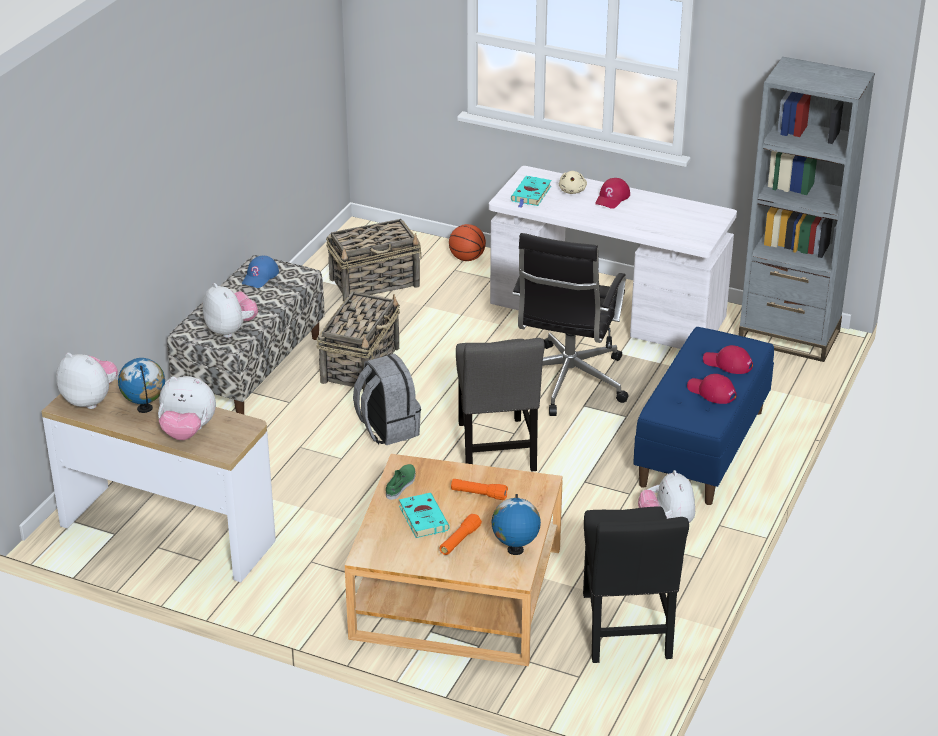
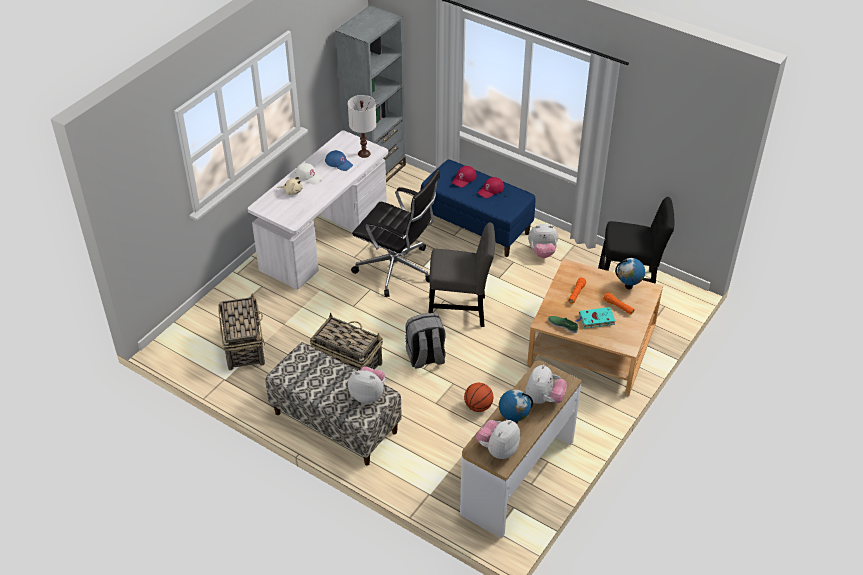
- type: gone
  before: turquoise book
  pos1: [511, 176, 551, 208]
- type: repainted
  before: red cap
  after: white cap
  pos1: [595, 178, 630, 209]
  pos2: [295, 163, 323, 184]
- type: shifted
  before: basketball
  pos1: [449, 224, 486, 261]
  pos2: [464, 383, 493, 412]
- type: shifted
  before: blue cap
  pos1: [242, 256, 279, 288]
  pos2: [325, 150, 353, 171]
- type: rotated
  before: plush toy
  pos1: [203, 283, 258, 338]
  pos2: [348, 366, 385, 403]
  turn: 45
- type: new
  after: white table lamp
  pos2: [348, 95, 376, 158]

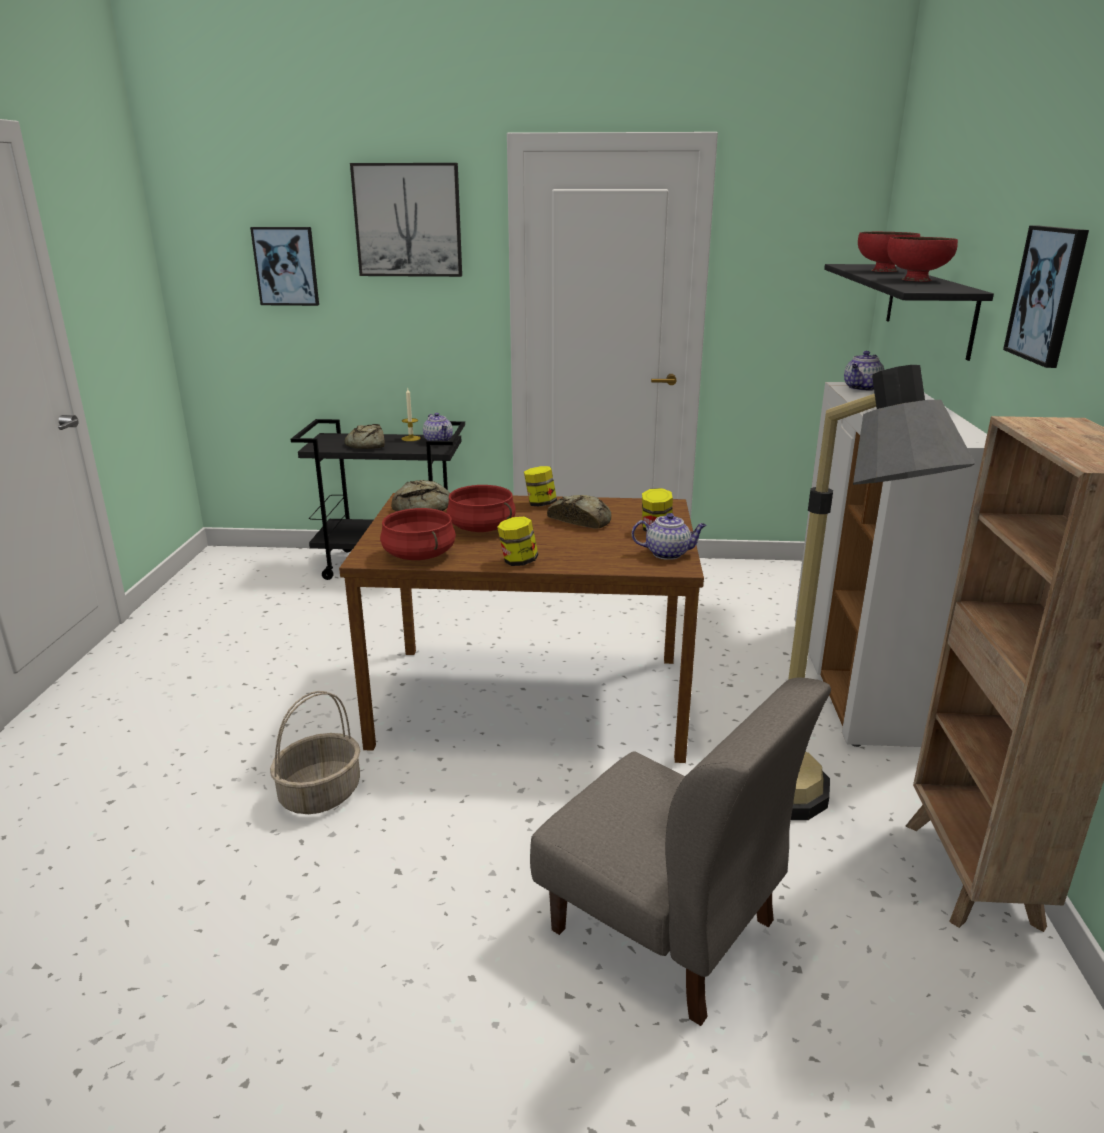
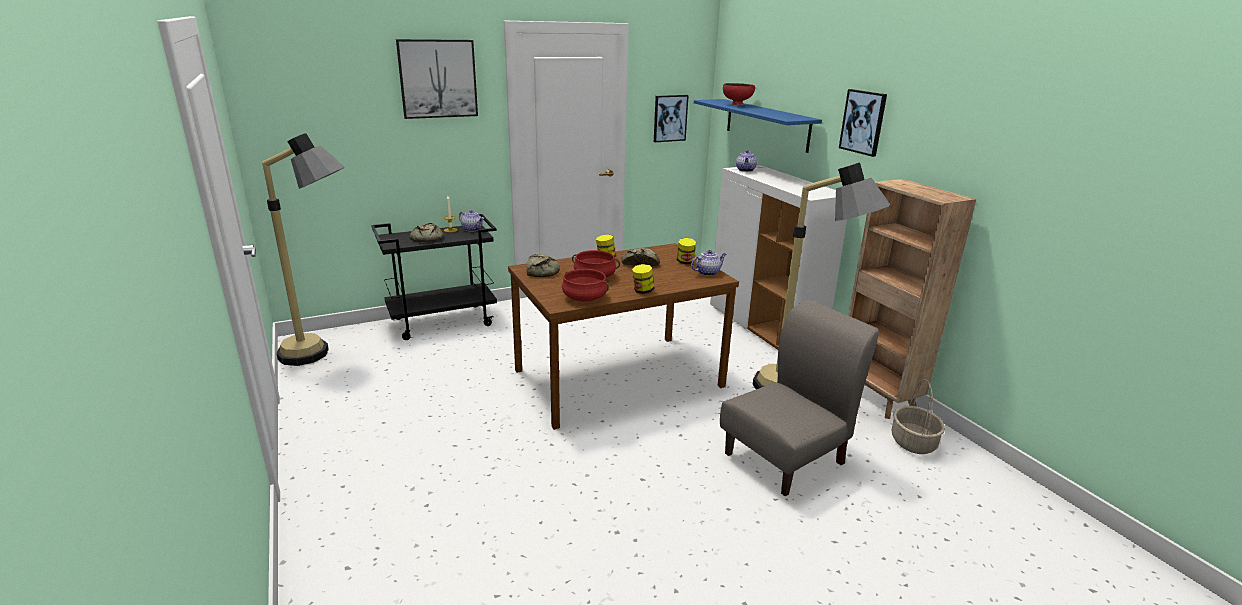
- type: shifted
  before: picture
  pos1: [250, 227, 319, 306]
  pos2: [654, 95, 689, 142]
- type: gone
  before: red bowl
  pos1: [887, 237, 958, 281]
- type: repainted
  before: black shelf
  after: blue shelf
  pos1: [824, 264, 994, 361]
  pos2: [694, 99, 822, 153]
- type: rotated
  before: grey chair
  pos1: [530, 677, 831, 1026]
  pos2: [720, 300, 879, 497]
  turn: -45
- type: shifted
  before: basket
  pos1: [270, 691, 360, 814]
  pos2: [892, 379, 945, 454]
- type: new
  after: floor lamp
  pos2: [262, 133, 345, 366]

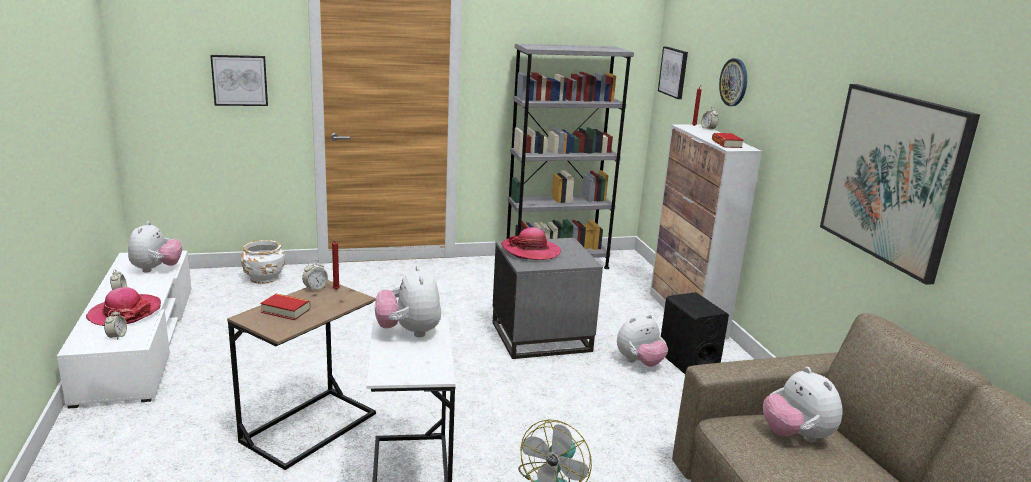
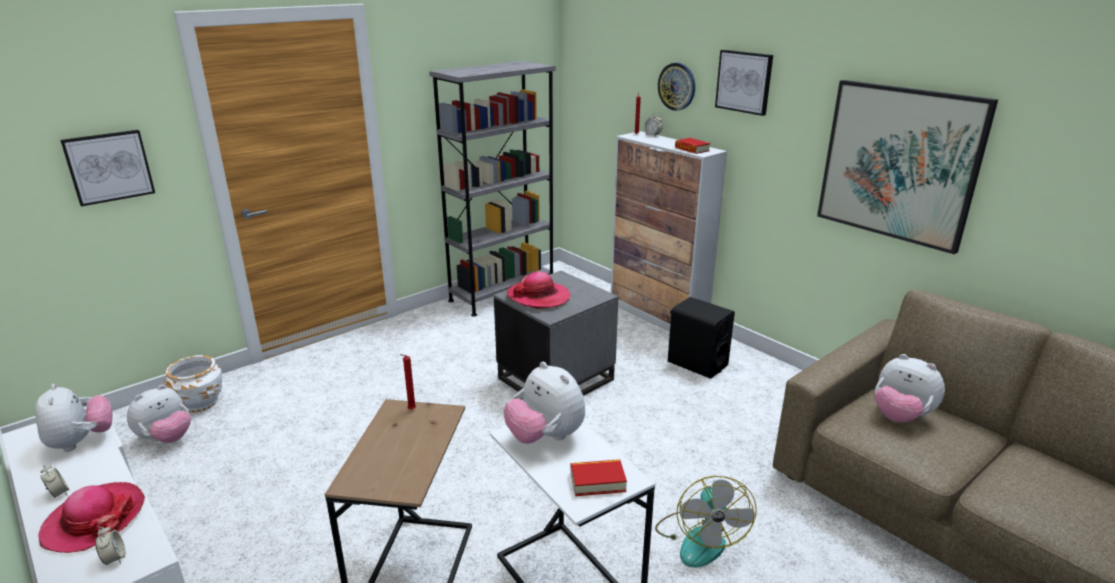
- type: shifted
  before: picture
  pos1: [658, 46, 688, 99]
  pos2: [715, 50, 773, 116]
- type: gone
  before: alarm clock
  pos1: [302, 260, 328, 291]
- type: shifted
  before: book
  pos1: [260, 294, 310, 320]
  pos2: [571, 459, 627, 496]
- type: shifted
  before: plush toy
  pos1: [617, 314, 668, 367]
  pos2: [127, 384, 191, 443]

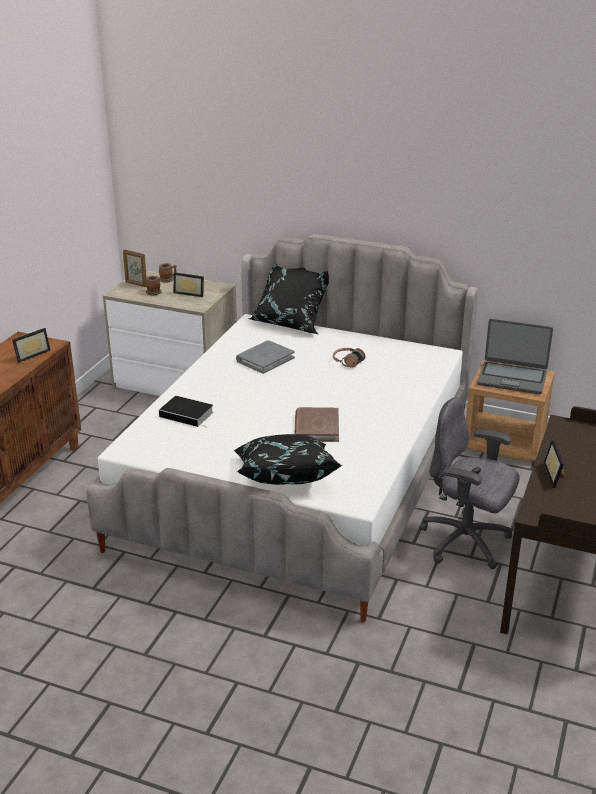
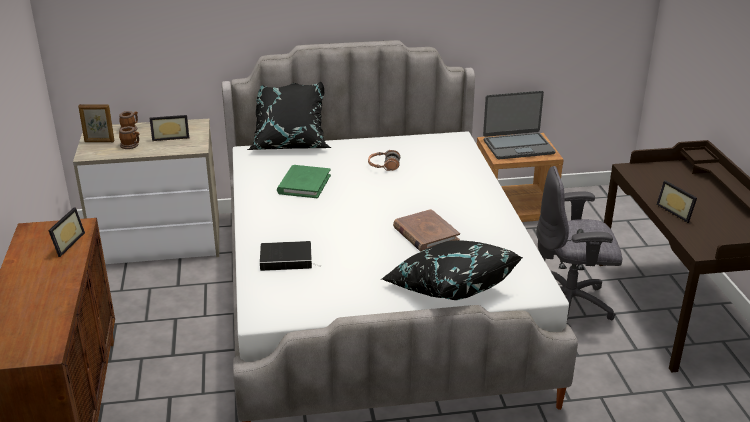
- type: repainted
  before: grey book
  after: green book
  pos1: [236, 341, 295, 374]
  pos2: [277, 165, 331, 198]

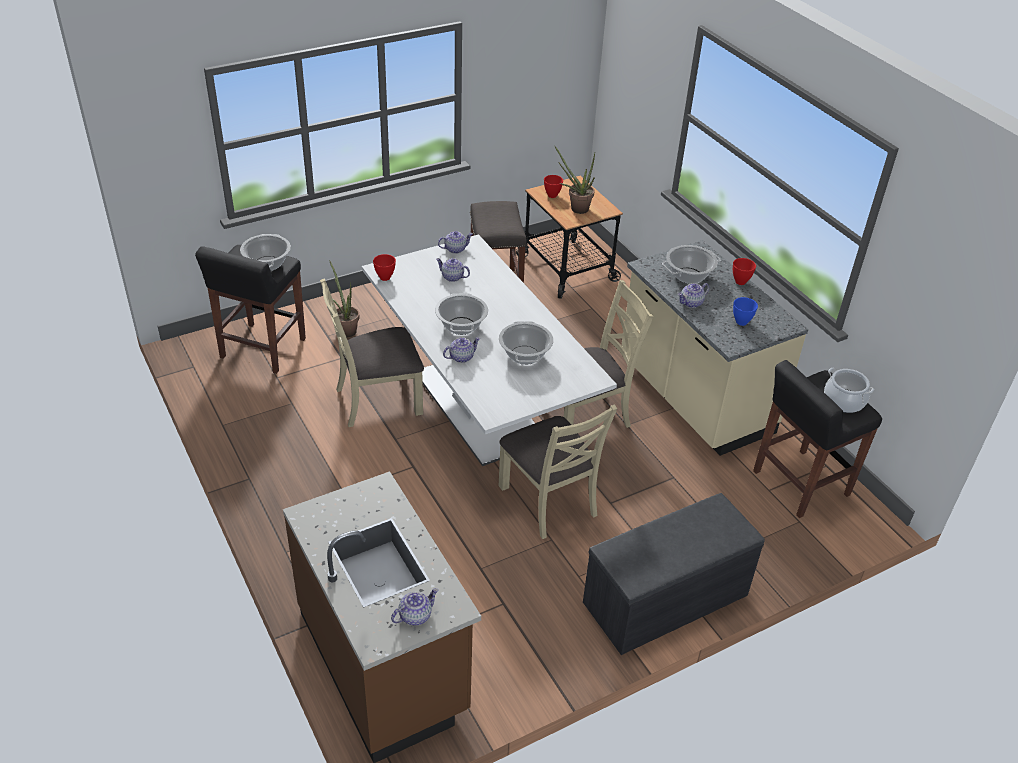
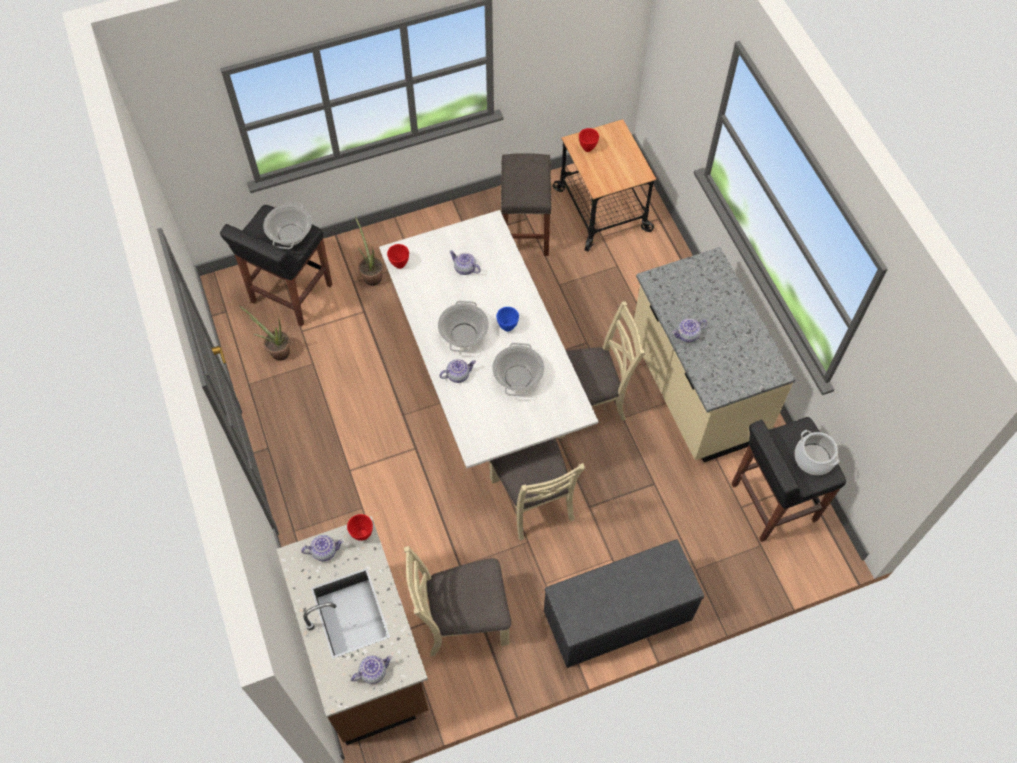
- type: shifted
  before: potted plant
  pos1: [554, 145, 595, 214]
  pos2: [239, 306, 291, 361]
- type: shifted
  before: teapot
  pos1: [438, 231, 473, 254]
  pos2: [301, 535, 344, 561]
- type: gone
  before: cooking pot
  pos1: [662, 245, 721, 284]
- type: shifted
  before: red bowl
  pos1: [733, 258, 756, 285]
  pos2: [347, 514, 373, 541]
- type: shifted
  before: beige chair
  pos1: [320, 278, 424, 427]
  pos2: [404, 546, 511, 656]
- type: shifted
  before: blue bowl
  pos1: [733, 297, 758, 326]
  pos2: [496, 307, 519, 332]

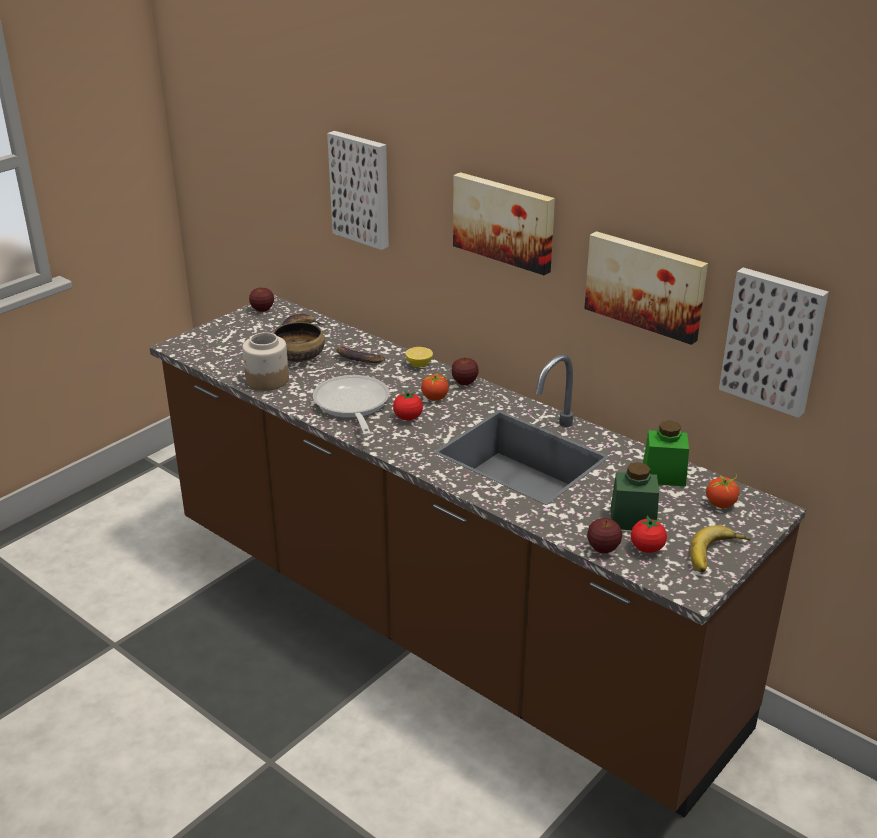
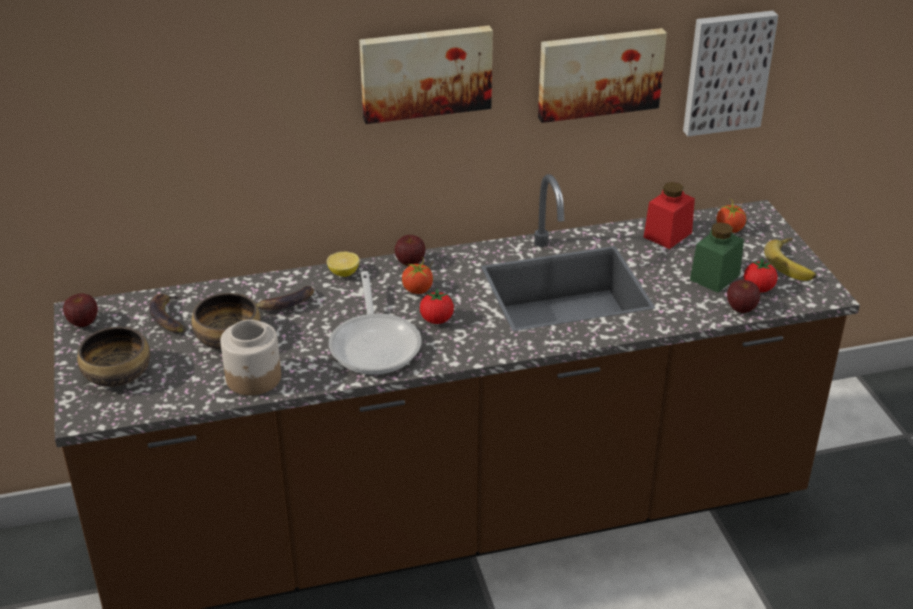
- type: gone
  before: picture
  pos1: [327, 131, 389, 250]
- type: rotated
  before: frying pan
  pos1: [313, 375, 390, 436]
  pos2: [329, 271, 422, 375]
  turn: -120
- type: repainted
  before: green jar
  after: red jar
  pos1: [643, 420, 689, 487]
  pos2: [644, 182, 695, 249]
- type: new
  after: bowl
  pos2: [77, 327, 150, 387]

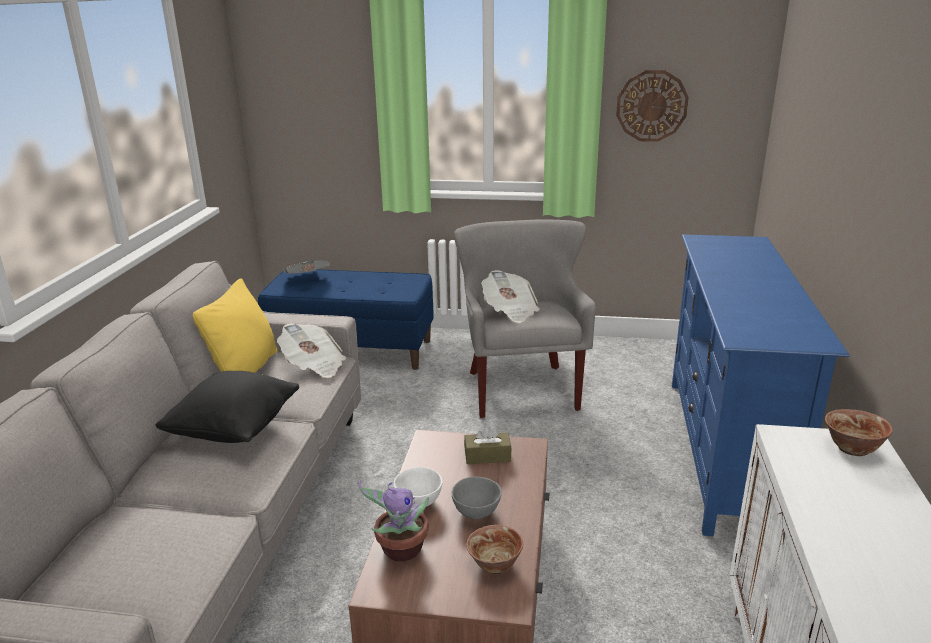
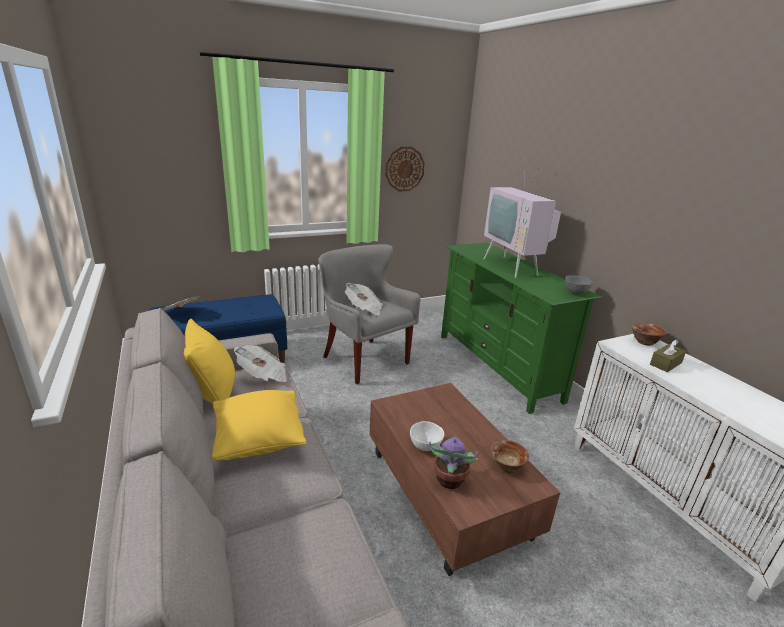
- type: repainted
  before: blue tv stand
  after: green tv stand
  pos1: [672, 234, 850, 536]
  pos2: [441, 243, 602, 414]
- type: repainted
  before: black pillow
  after: yellow pillow
  pos1: [156, 371, 299, 443]
  pos2: [212, 390, 307, 460]
- type: shifted
  before: brown tissue box
  pos1: [464, 425, 512, 464]
  pos2: [650, 340, 686, 372]
- type: shifted
  before: grey bowl
  pos1: [452, 476, 502, 519]
  pos2: [565, 275, 593, 295]
- type: new
  after: television
  pos2: [484, 158, 561, 278]

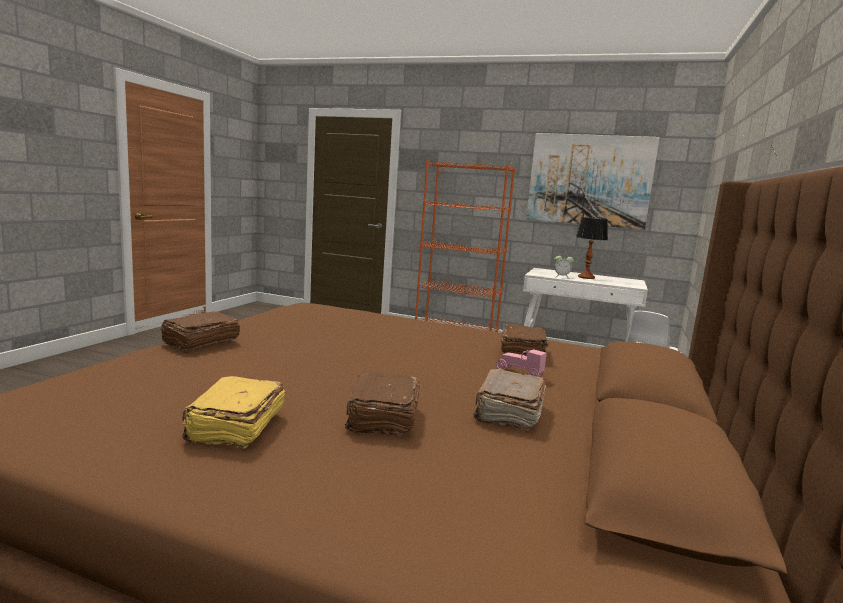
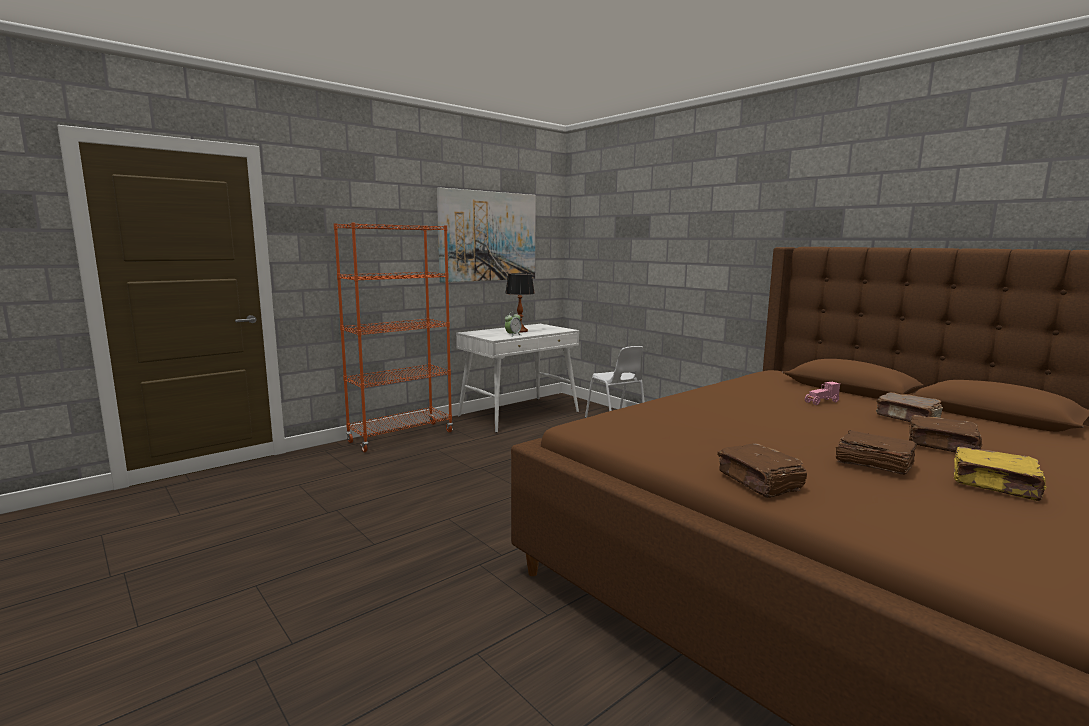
- type: shifted
  before: brown book
  pos1: [501, 324, 549, 356]
  pos2: [835, 430, 917, 475]

